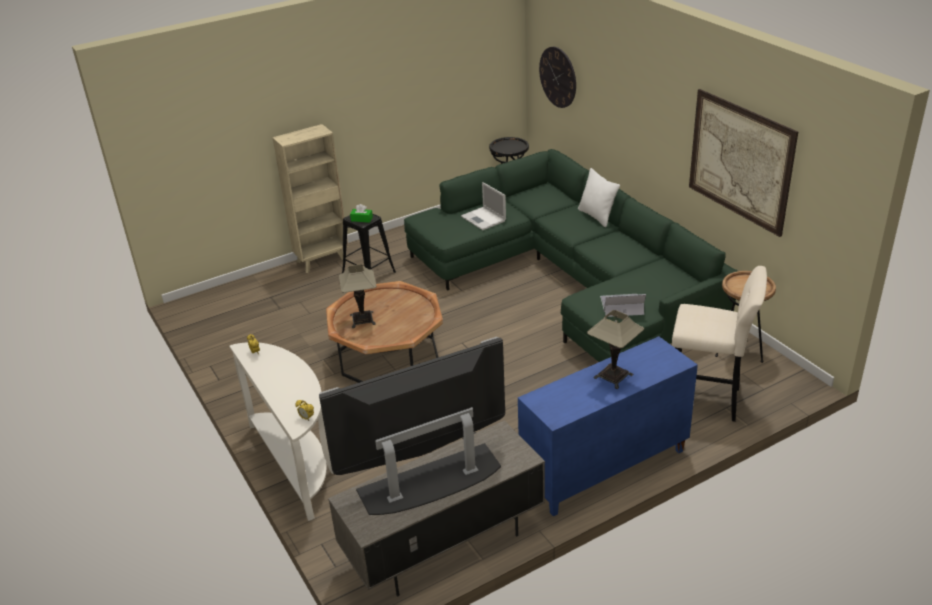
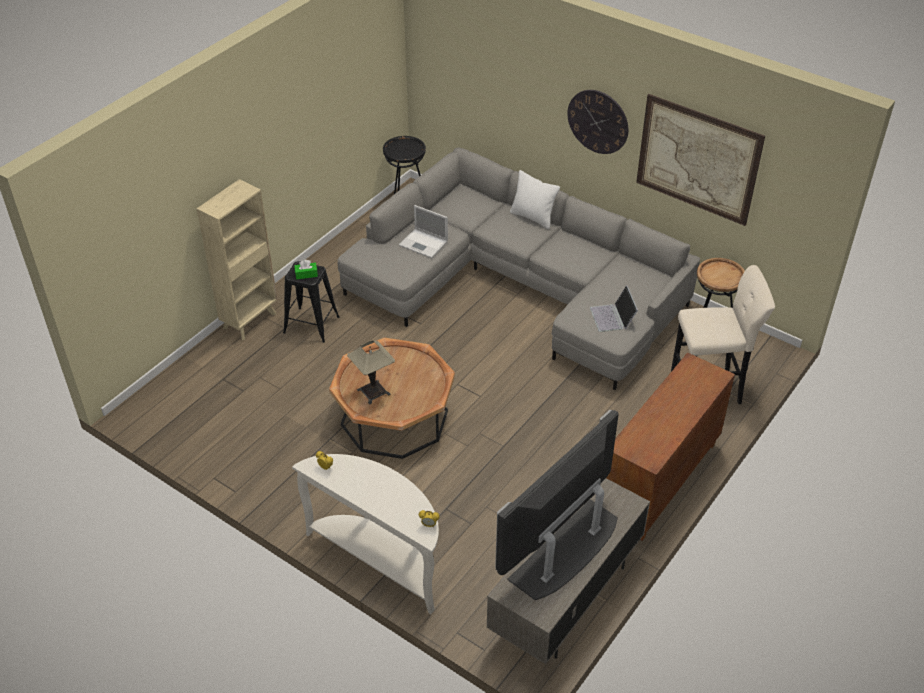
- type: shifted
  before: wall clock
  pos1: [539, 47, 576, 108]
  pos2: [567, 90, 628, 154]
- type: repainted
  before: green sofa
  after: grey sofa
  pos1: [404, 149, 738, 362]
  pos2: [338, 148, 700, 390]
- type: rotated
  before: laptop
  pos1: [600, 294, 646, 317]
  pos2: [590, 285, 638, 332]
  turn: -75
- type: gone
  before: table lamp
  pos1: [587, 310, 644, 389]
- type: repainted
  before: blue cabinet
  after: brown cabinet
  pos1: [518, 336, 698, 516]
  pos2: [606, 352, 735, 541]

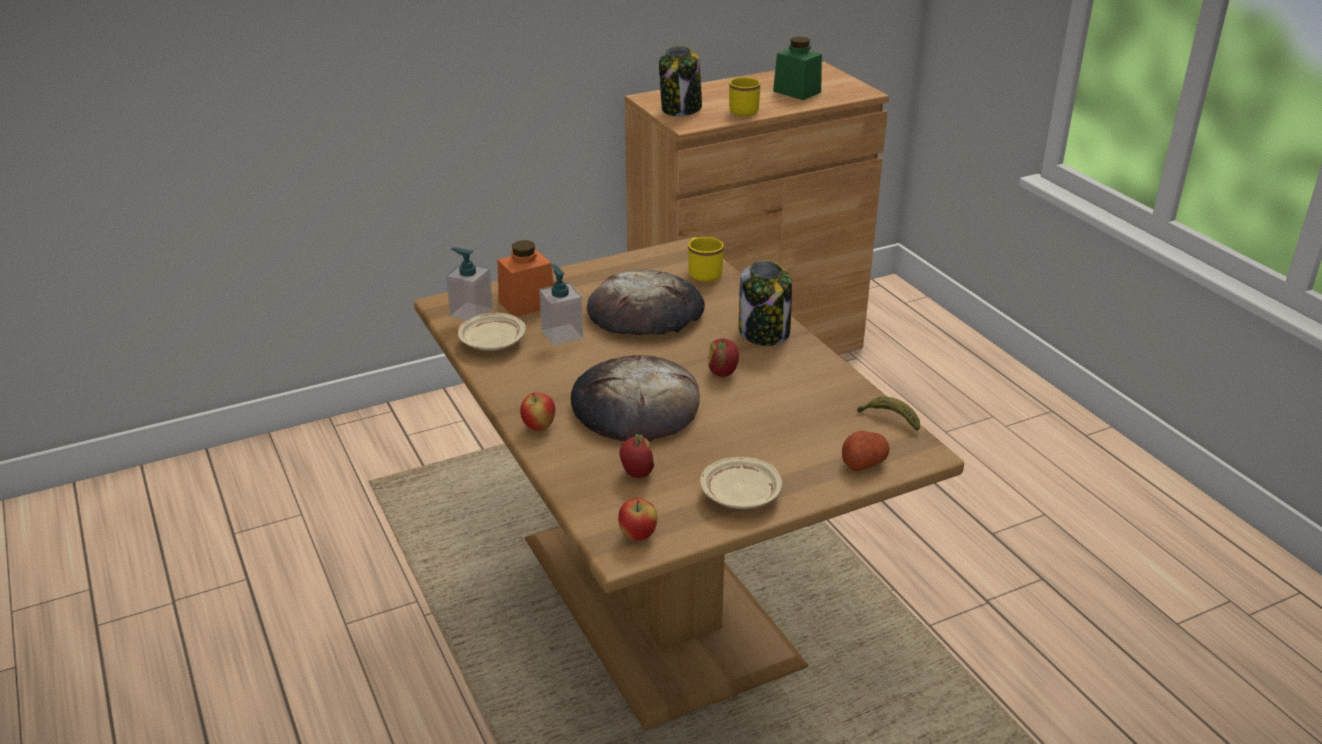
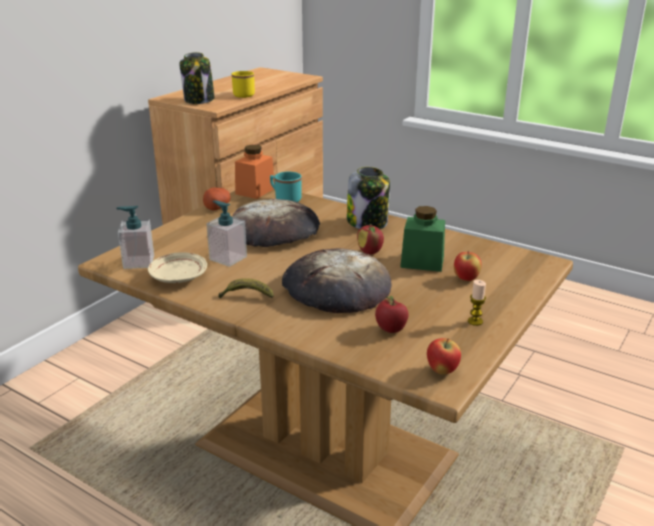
- type: shifted
  before: green jar
  pos1: [773, 37, 822, 100]
  pos2: [400, 206, 445, 272]
- type: repainted
  before: yellow mug
  after: turquoise mug
  pos1: [688, 237, 724, 282]
  pos2: [270, 172, 302, 202]
- type: shifted
  before: orange jar
  pos1: [498, 240, 554, 317]
  pos2: [235, 145, 275, 199]
- type: shifted
  before: apple
  pos1: [520, 392, 555, 431]
  pos2: [454, 251, 482, 281]
- type: shifted
  before: banana
  pos1: [857, 397, 920, 431]
  pos2: [218, 278, 274, 298]
- type: shifted
  before: potato
  pos1: [842, 431, 890, 471]
  pos2: [203, 187, 231, 211]
- type: swapped
  before: beige plate
  after: candle
  pos1: [700, 457, 782, 509]
  pos2: [468, 280, 486, 326]

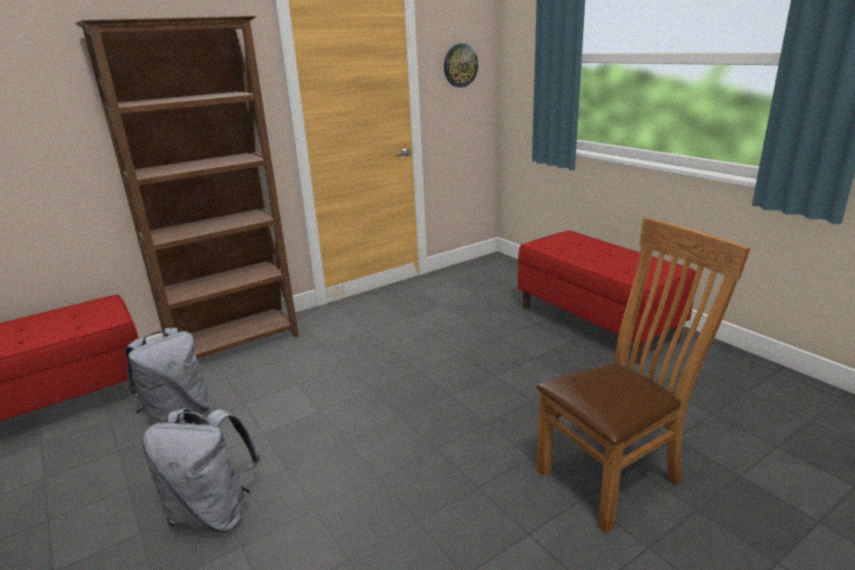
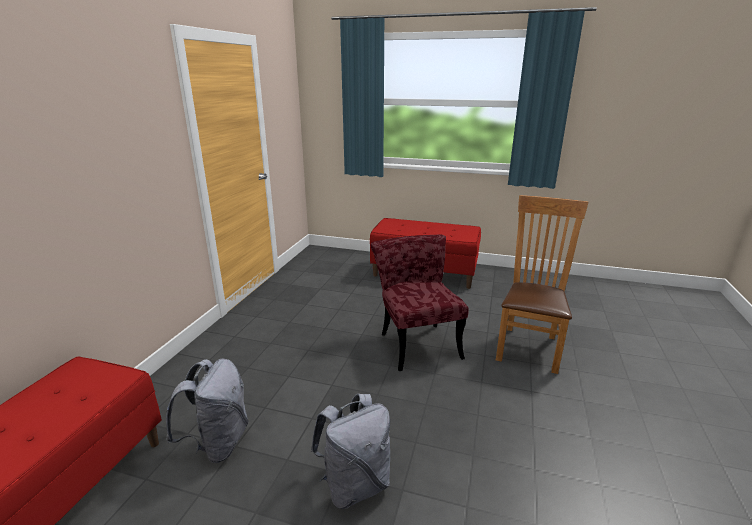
- type: gone
  before: brown bookcase
  pos1: [75, 16, 299, 359]
- type: gone
  before: wall clock
  pos1: [444, 44, 478, 88]
- type: new
  after: red chair
  pos2: [370, 235, 469, 371]

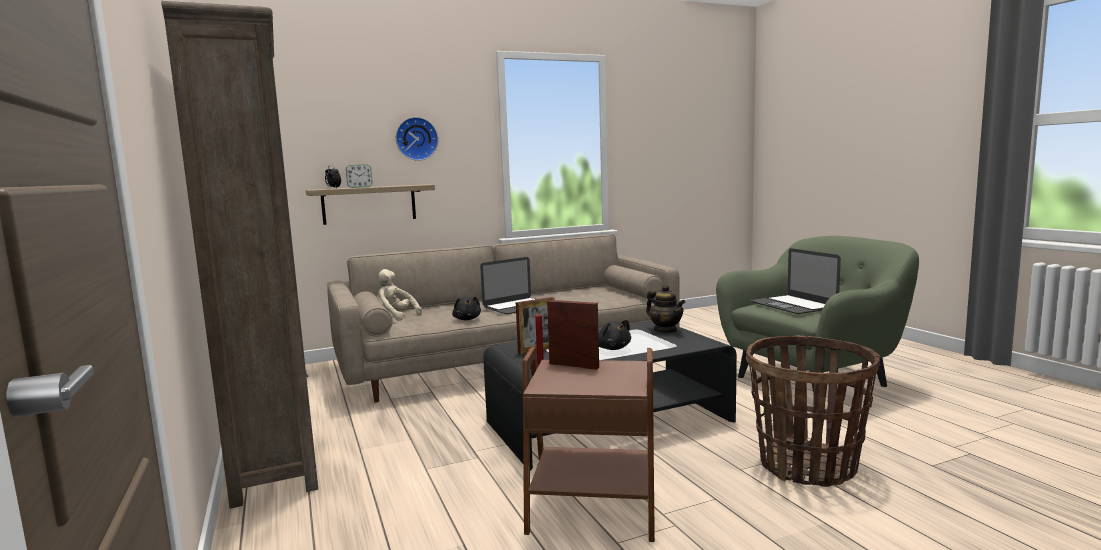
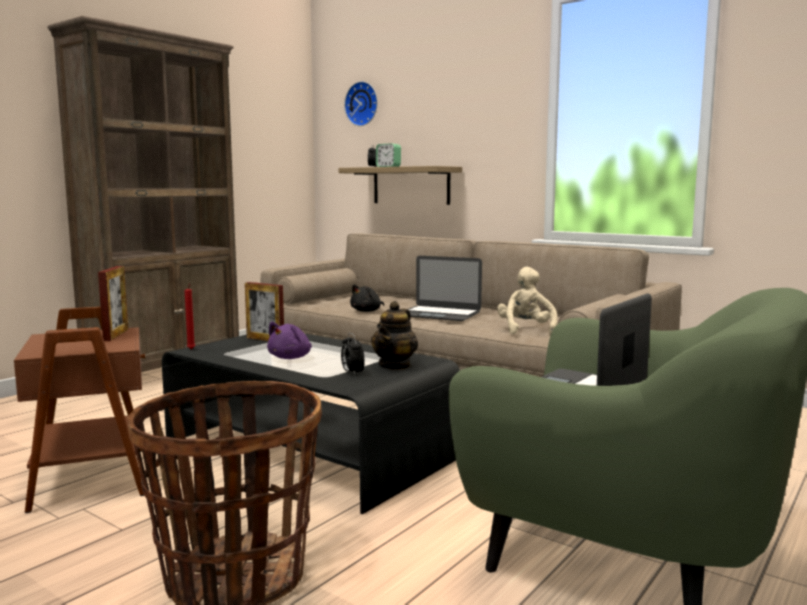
- type: shifted
  before: wall clock
  pos1: [396, 117, 438, 161]
  pos2: [344, 81, 378, 126]
- type: shifted
  before: beige plush toy
  pos1: [377, 269, 422, 321]
  pos2: [497, 267, 558, 336]
- type: repainted
  before: black plush toy
  after: purple plush toy
  pos1: [599, 320, 631, 350]
  pos2: [267, 322, 312, 359]
- type: new
  after: alarm clock
  pos2: [341, 333, 365, 375]

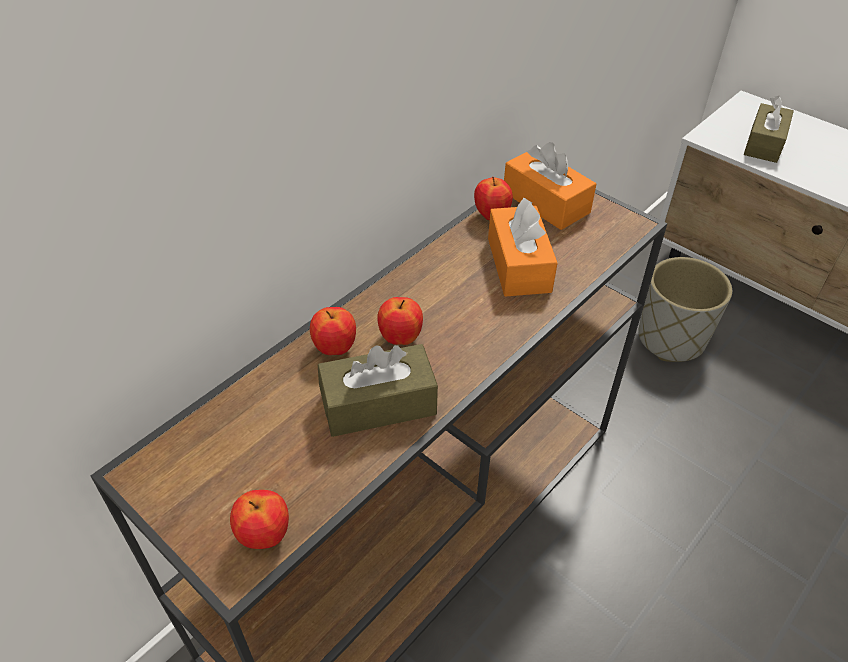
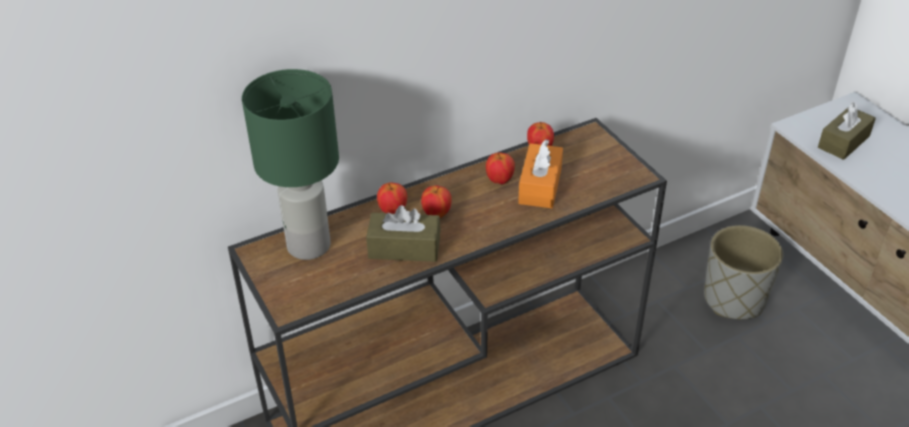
- type: gone
  before: orange tissue box
  pos1: [504, 142, 596, 230]
- type: shifted
  before: apple
  pos1: [230, 490, 289, 549]
  pos2: [486, 152, 515, 184]
- type: new
  after: green table lamp
  pos2: [242, 69, 339, 260]

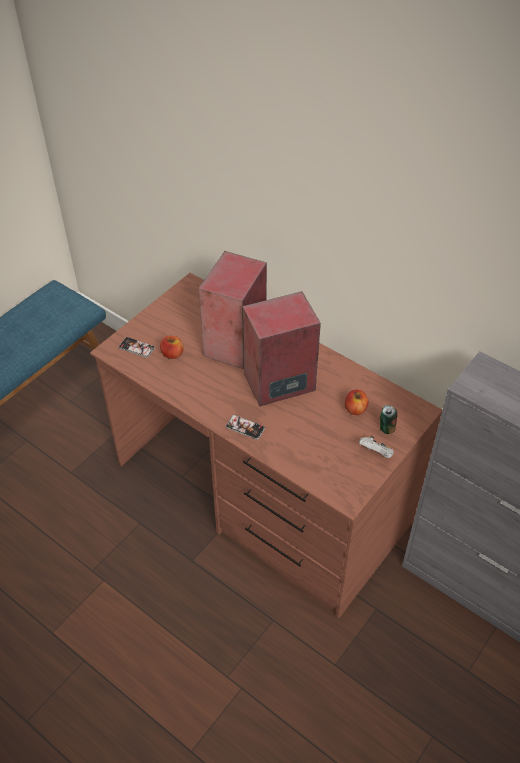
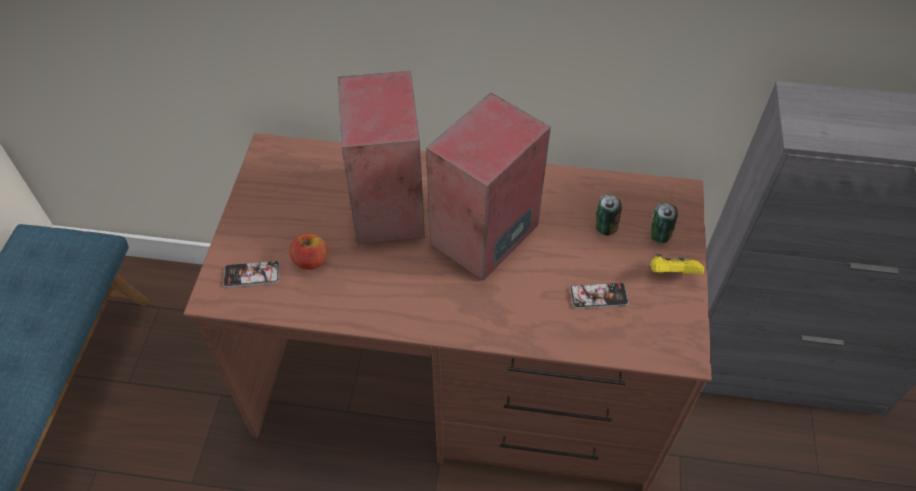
- type: swapped
  before: apple
  after: can
  pos1: [345, 390, 368, 415]
  pos2: [596, 194, 622, 236]
- type: shifted
  before: phone
  pos1: [226, 415, 265, 440]
  pos2: [570, 282, 629, 309]
- type: repainted
  before: white game controller
  after: yellow game controller
  pos1: [359, 436, 394, 458]
  pos2: [651, 254, 704, 275]

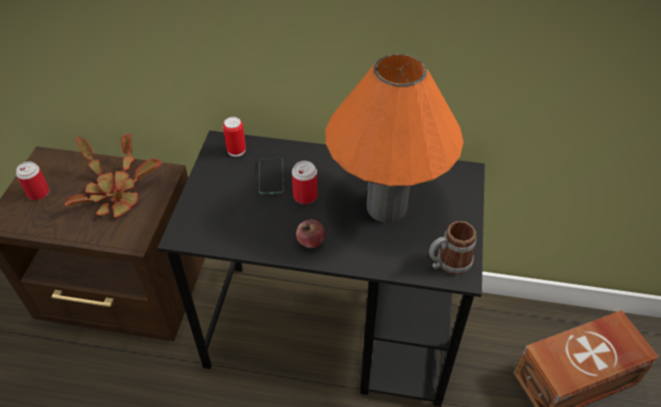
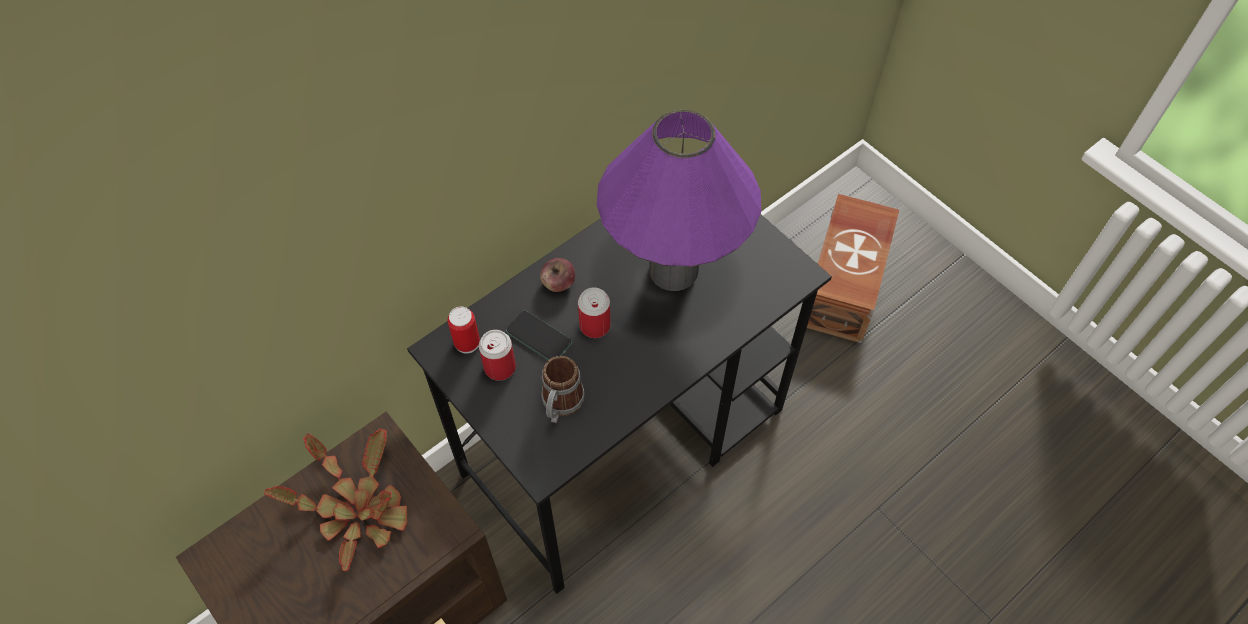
- type: repainted
  before: orange table lamp
  after: purple table lamp
  pos1: [325, 54, 464, 223]
  pos2: [597, 110, 761, 291]
- type: shifted
  before: can
  pos1: [16, 162, 49, 200]
  pos2: [479, 330, 516, 380]
- type: shifted
  before: apple
  pos1: [296, 219, 325, 248]
  pos2: [540, 258, 575, 292]
- type: shifted
  before: mug
  pos1: [429, 221, 476, 275]
  pos2: [541, 356, 585, 423]

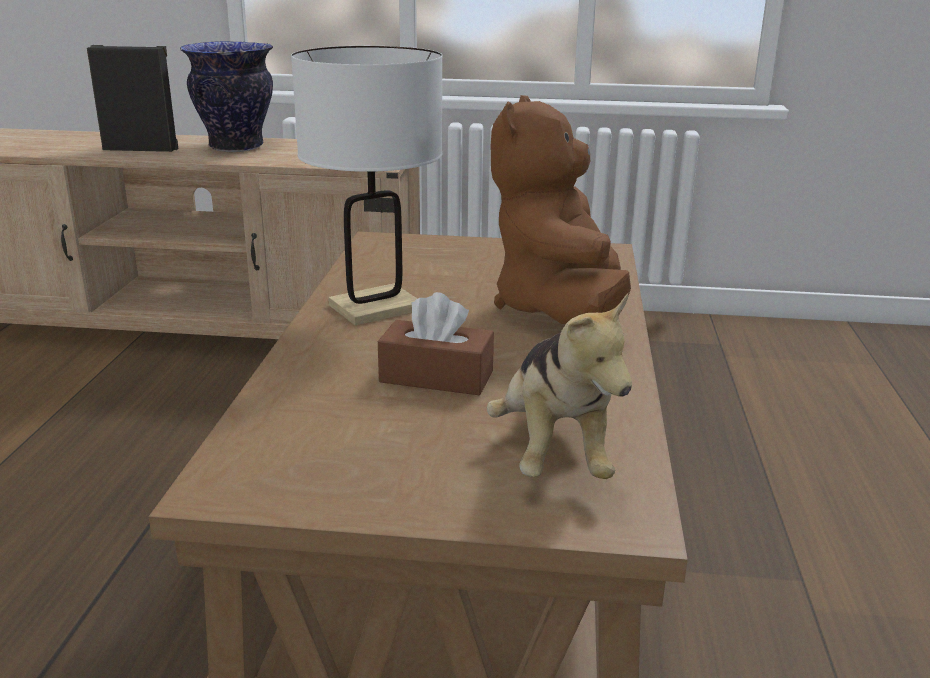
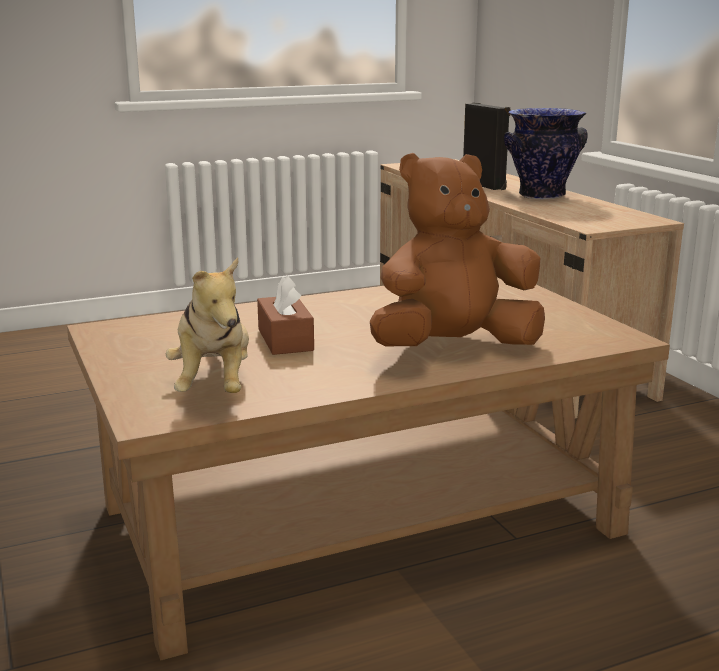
- type: gone
  before: white table lamp
  pos1: [291, 46, 442, 325]
- type: rotated
  before: plush toy
  pos1: [487, 293, 632, 479]
  pos2: [166, 258, 249, 393]
  turn: -60

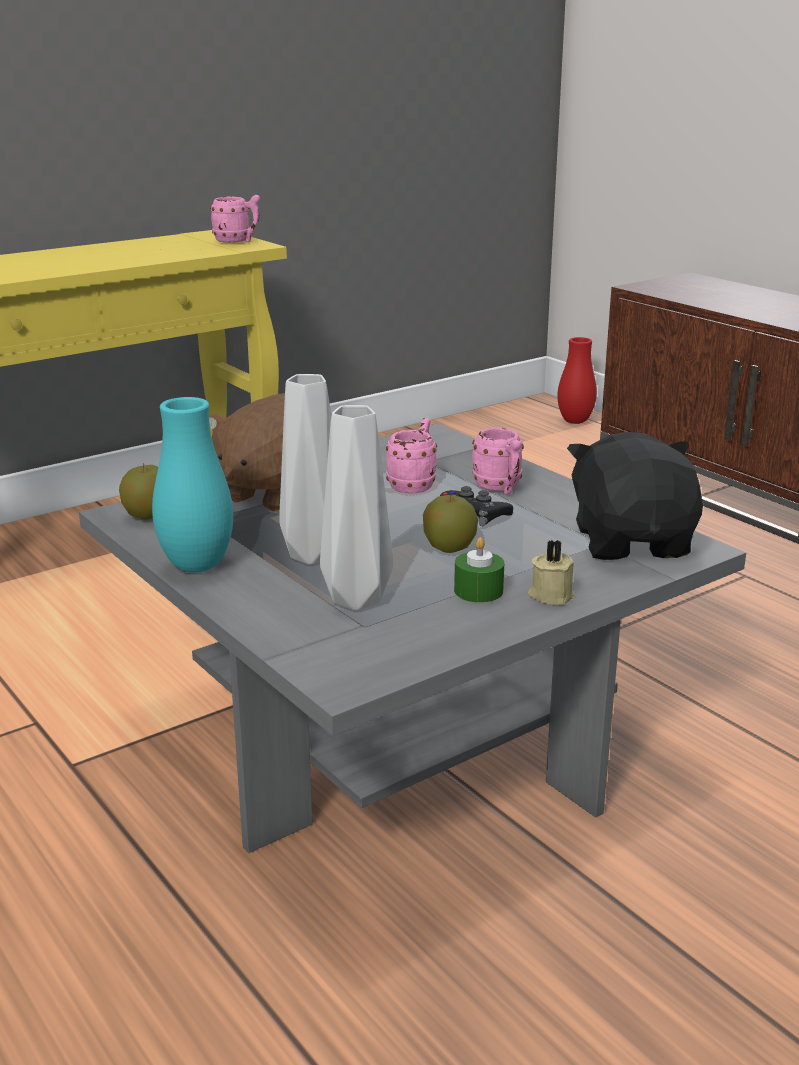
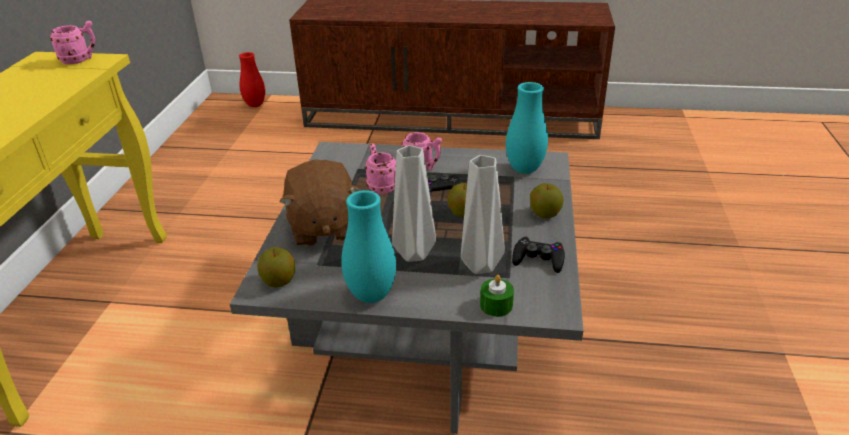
- type: swapped
  before: black plush toy
  after: turquoise vase
  pos1: [567, 432, 703, 560]
  pos2: [506, 82, 548, 174]
- type: shifted
  before: green candle
  pos1: [454, 537, 504, 603]
  pos2: [480, 275, 514, 317]
- type: swapped
  before: beige candle
  after: apple
  pos1: [528, 540, 574, 605]
  pos2: [530, 183, 564, 218]
- type: new
  after: black game controller
  pos2: [512, 236, 565, 273]

